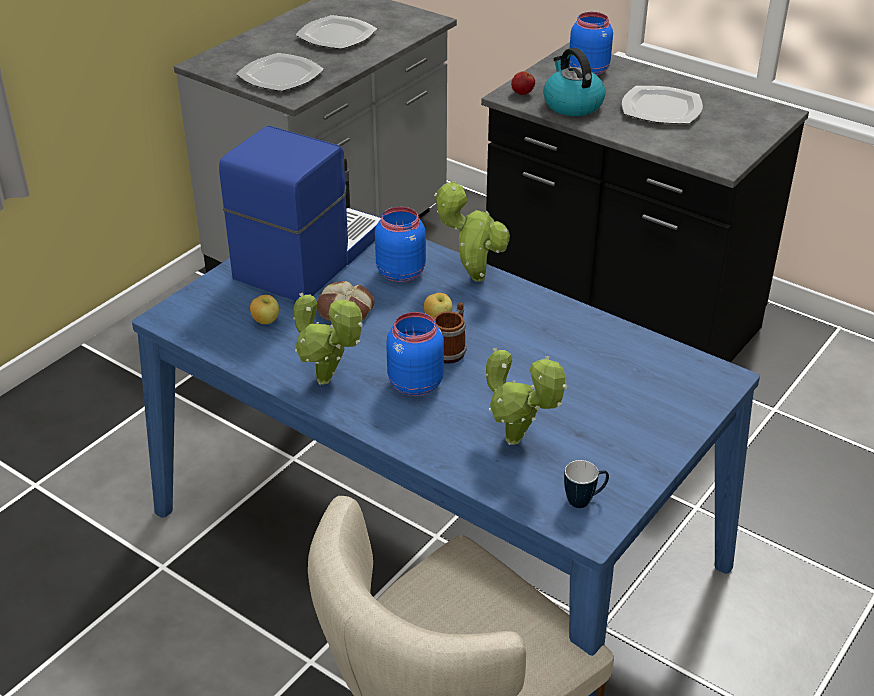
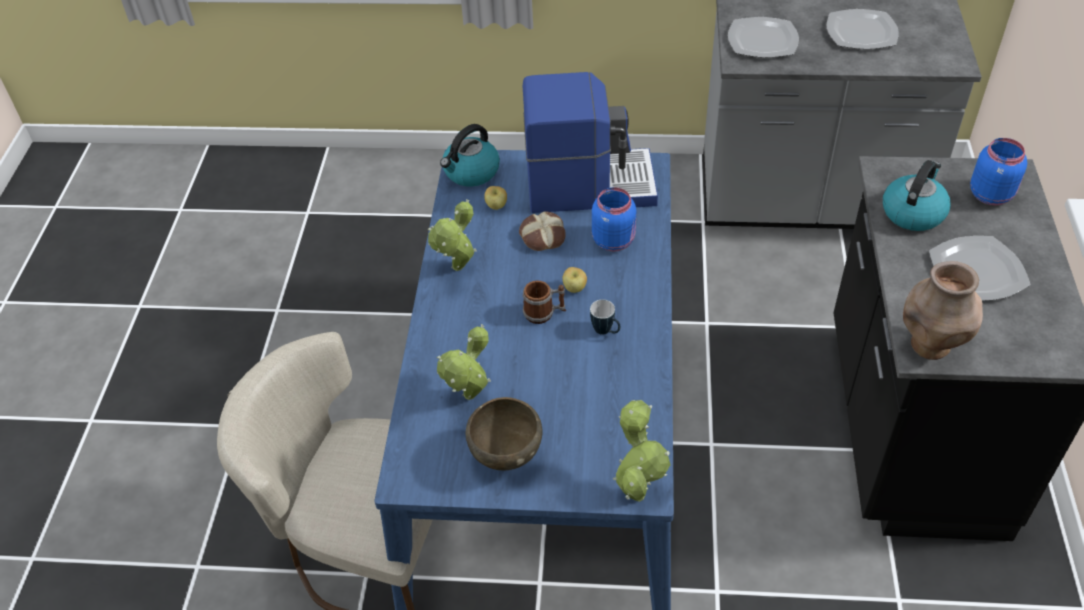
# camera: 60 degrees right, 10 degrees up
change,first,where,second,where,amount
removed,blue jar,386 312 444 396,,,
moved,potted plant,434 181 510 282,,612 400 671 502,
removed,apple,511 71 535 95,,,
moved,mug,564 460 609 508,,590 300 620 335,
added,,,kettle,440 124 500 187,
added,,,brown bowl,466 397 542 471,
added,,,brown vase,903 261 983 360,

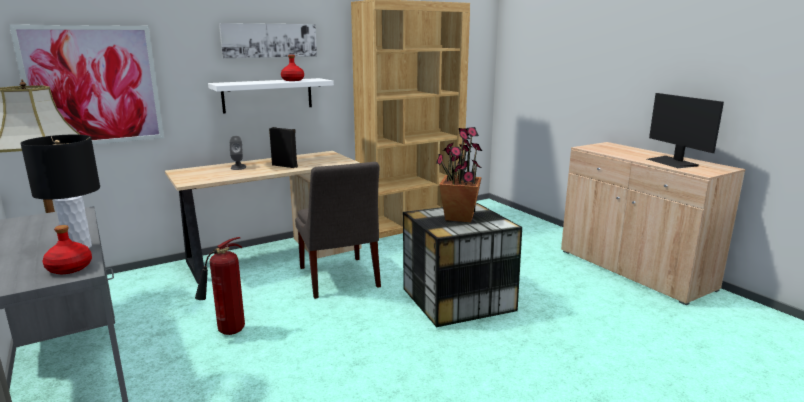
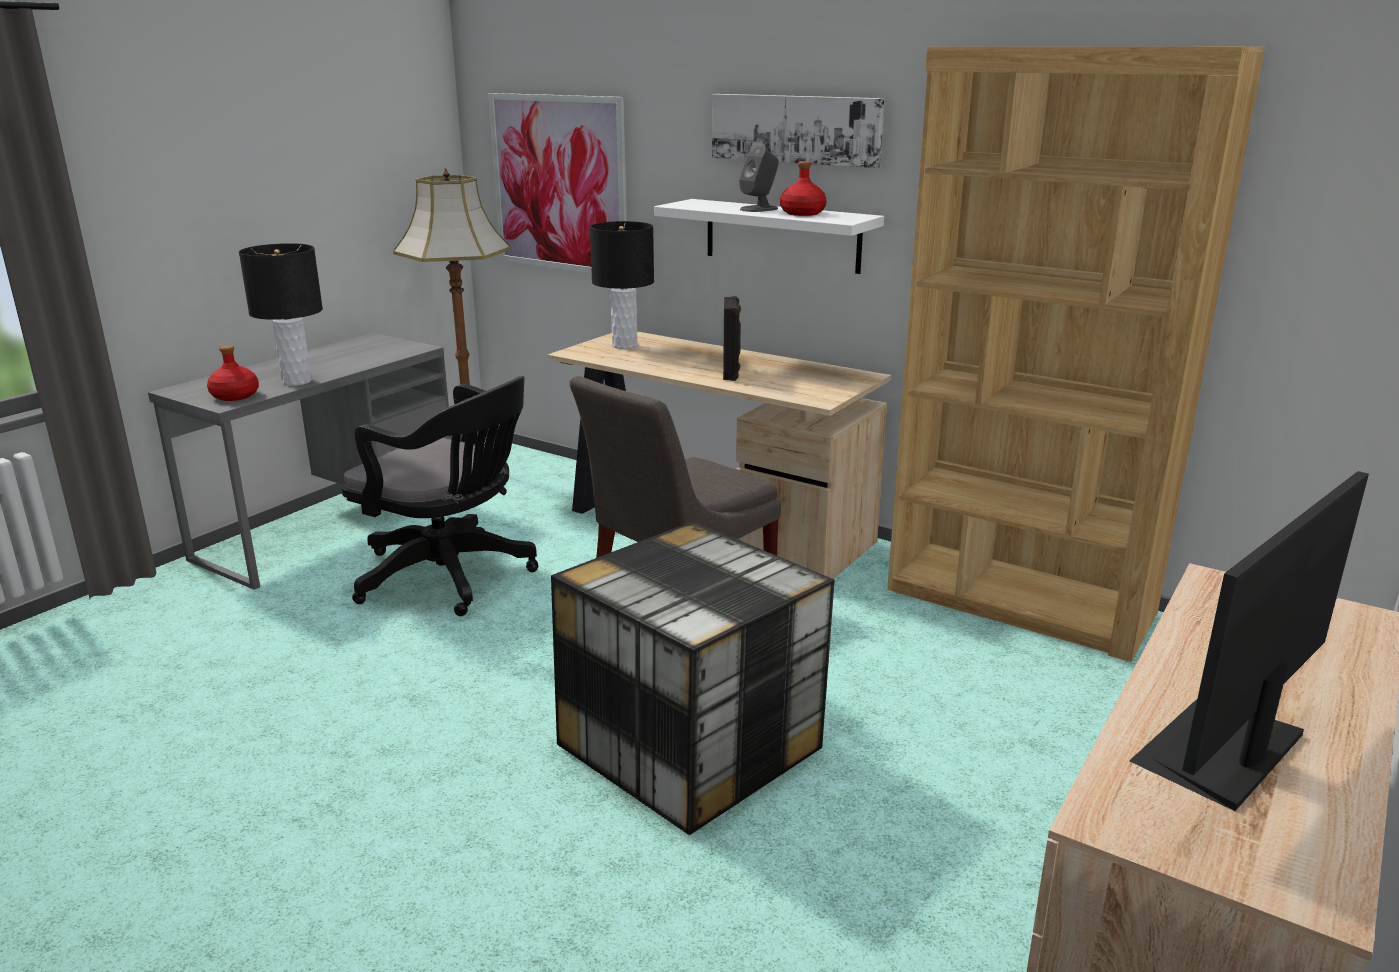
# camera: 65 degrees right, 5 degrees up
change,first,where,second,where,amount
replaced,fire extinguisher,195 237 245 335,black office chair,341 376 539 616,
moved,grey speaker,229 136 246 170,,739 146 779 212,
removed,potted plant,436 127 482 222,,,
added,,,black table lamp,590 221 654 349,

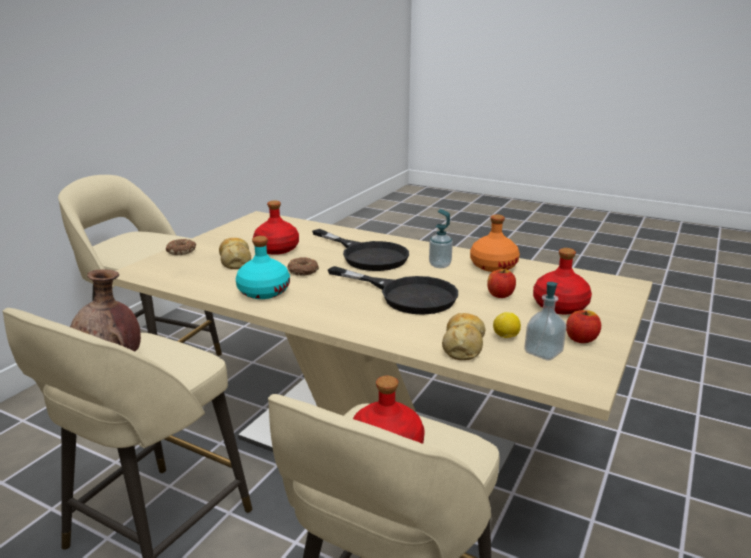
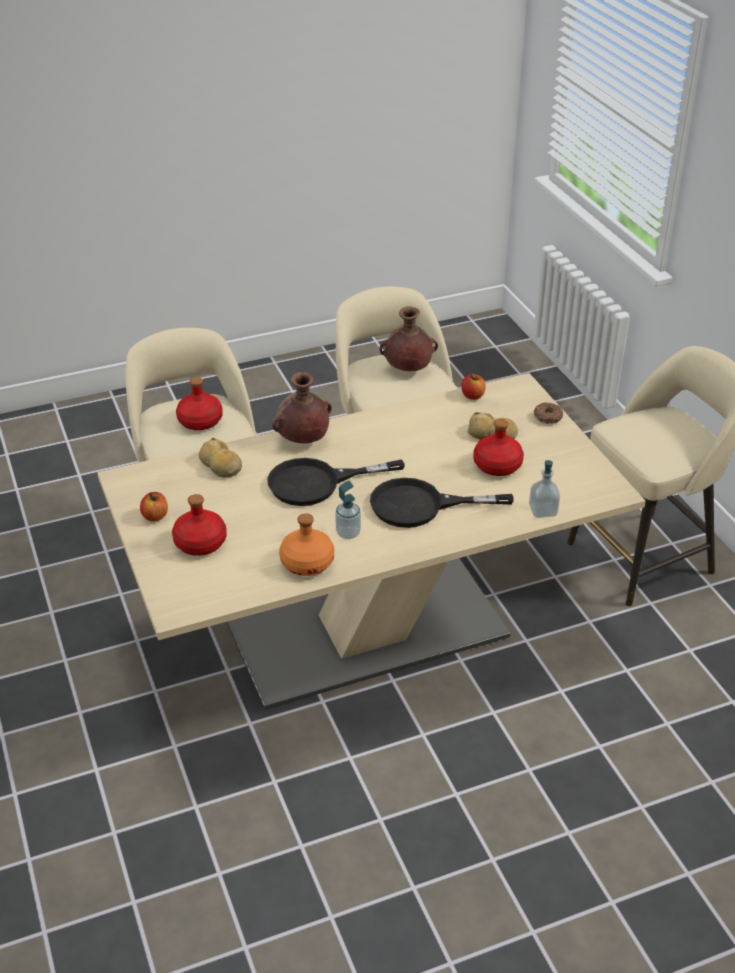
# camera: 130 degrees right, 15 degrees up
change,first,where,second,where,amount
removed,turquoise bottle,236 236 290 299,,,
removed,donut,287 257 319 276,,,
moved,apple,487 269 516 298,,461 374 485 400,
removed,lemon,493 312 521 338,,,
moved,soap dispenser,524 282 567 361,,529 460 560 518,
added,,,brown vase,272 372 332 443,

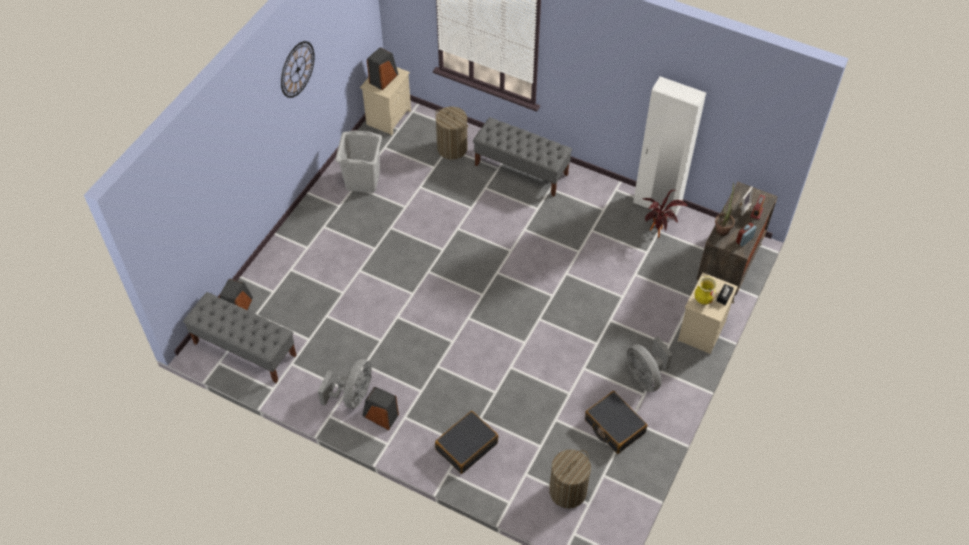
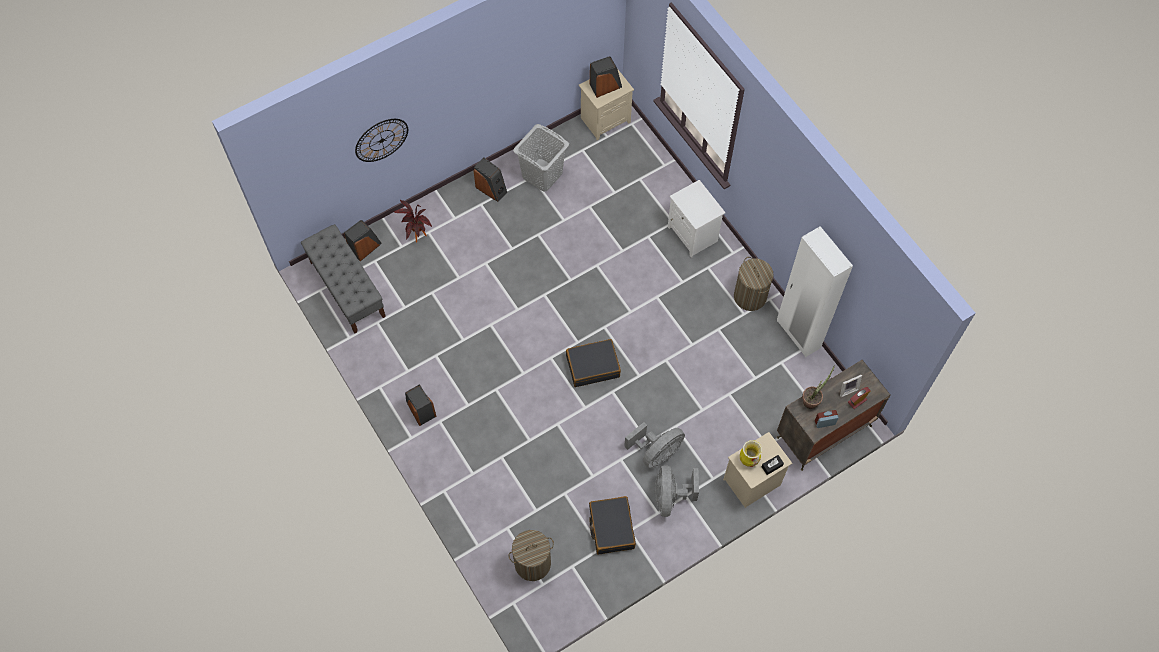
# camera: 30 degrees right, 10 degrees up
change,first,where,second,where,amount
moved,wall clock,281 41 315 98,,355 119 408 162,
moved,grey fan,318 359 372 409,,624 422 685 468,
moved,laundry basket,435 107 468 159,,734 257 773 311,
moved,black suitcase,435 411 498 474,,566 339 621 387,
replaced,grey bench,473 117 572 197,white nightstand,668 180 726 258,
moved,potted plant,642 190 689 238,,394 200 432 242,
added,,,speaker,473 158 507 202,

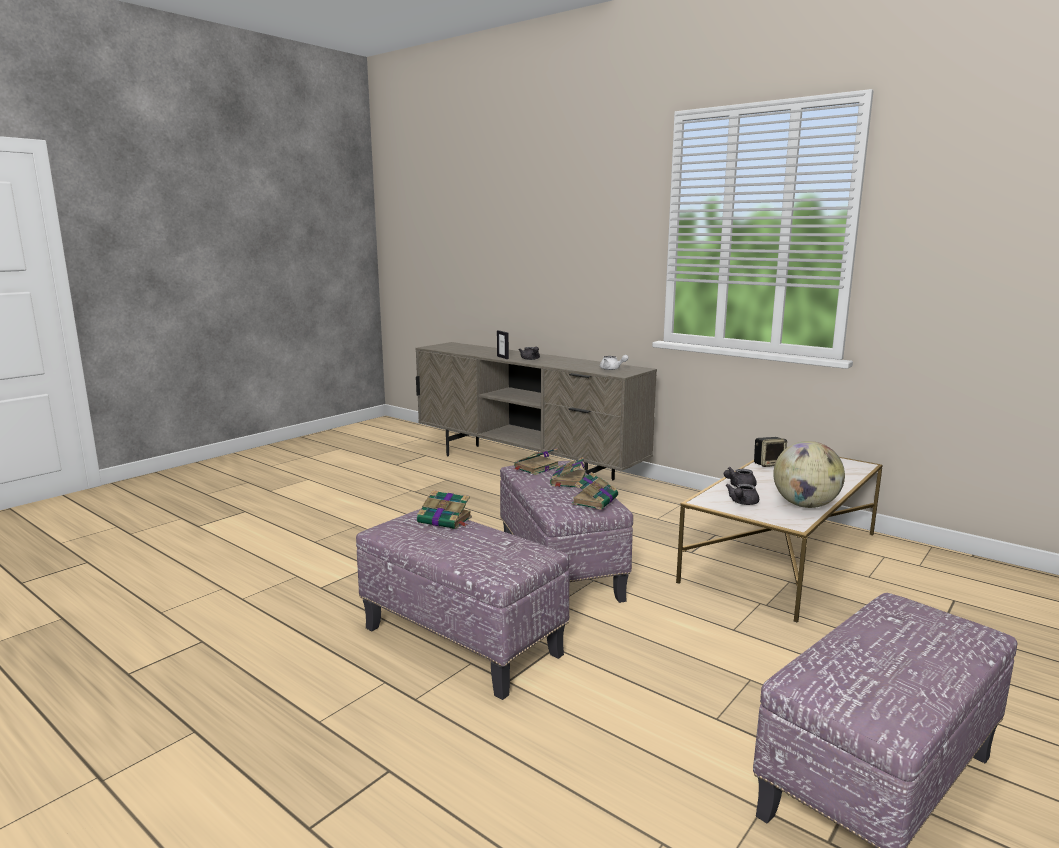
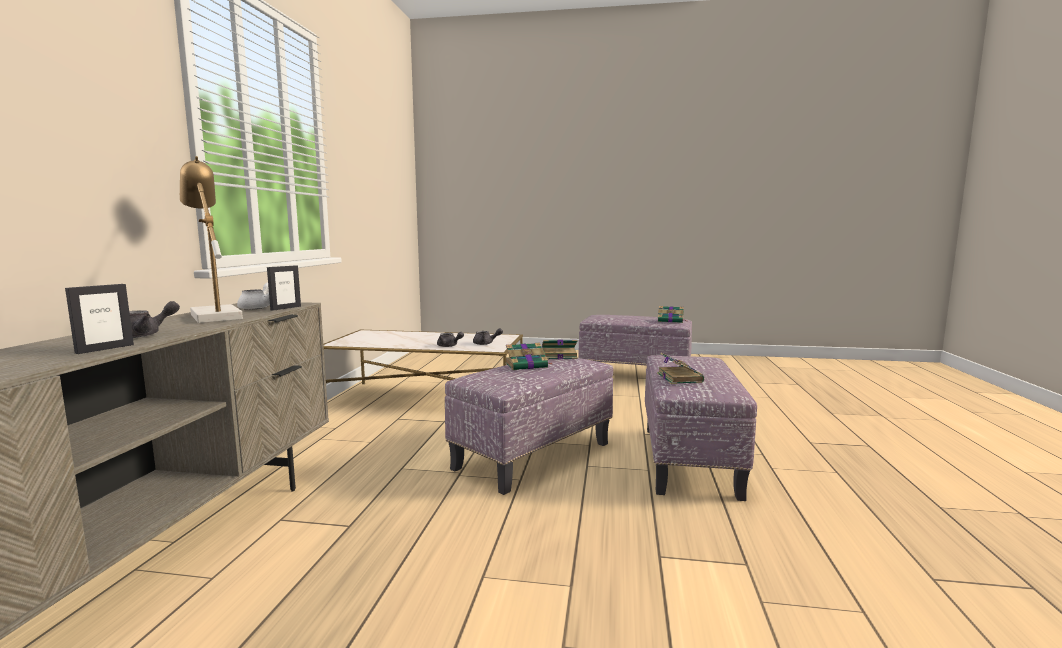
# camera: 120 degrees left, 5 degrees down
change,first,where,second,where,amount
moved,book,514 448 559 475,,658 306 686 323,
removed,speaker,754 437 787 467,,,
removed,globe,773 441 845 508,,,
added,,,table lamp,180 156 243 323,
added,,,picture frame,267 266 301 311,

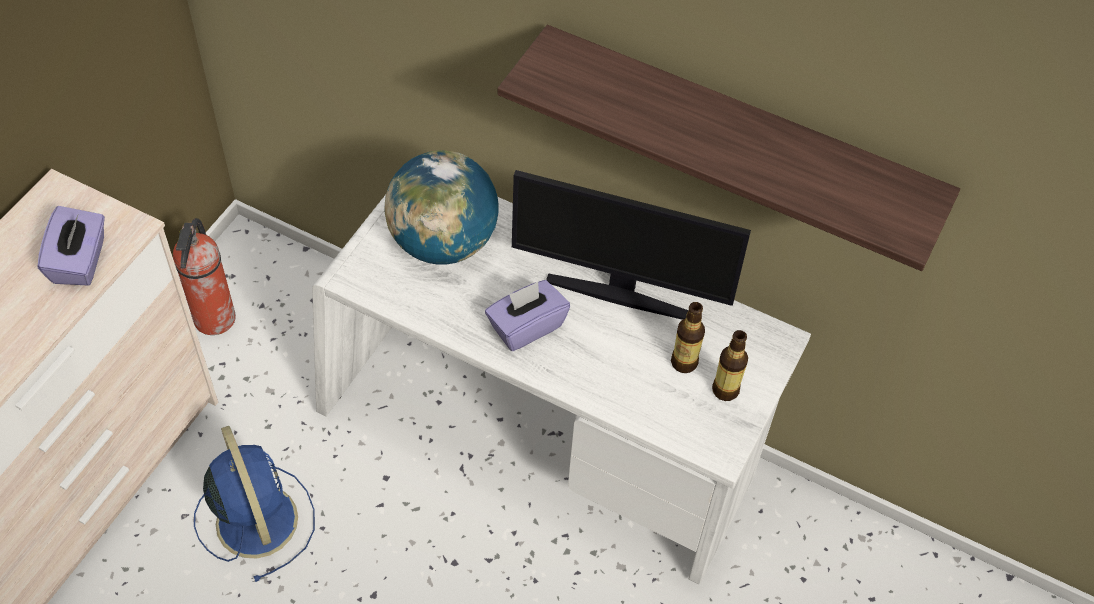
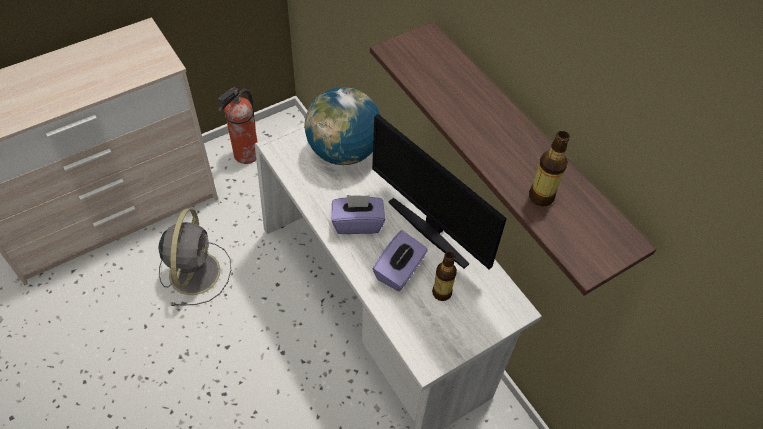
# camera: 30 degrees right, 0 degrees up
change,first,where,second,where,amount
moved,purple tissue box,38 206 105 286,,373 230 428 291,
recoloured,blue fan,194 426 315 582,grey fan,159 209 231 306,
moved,bottle,712 330 748 401,,529 131 570 206,

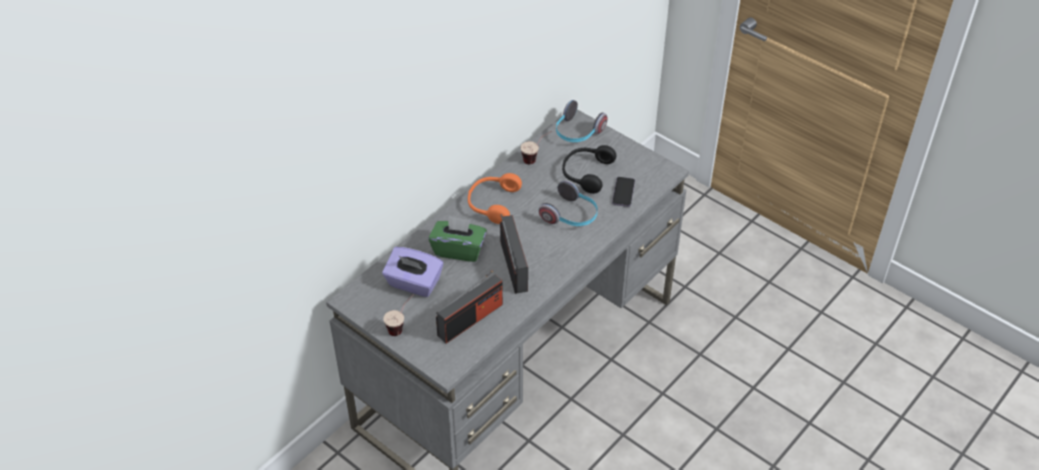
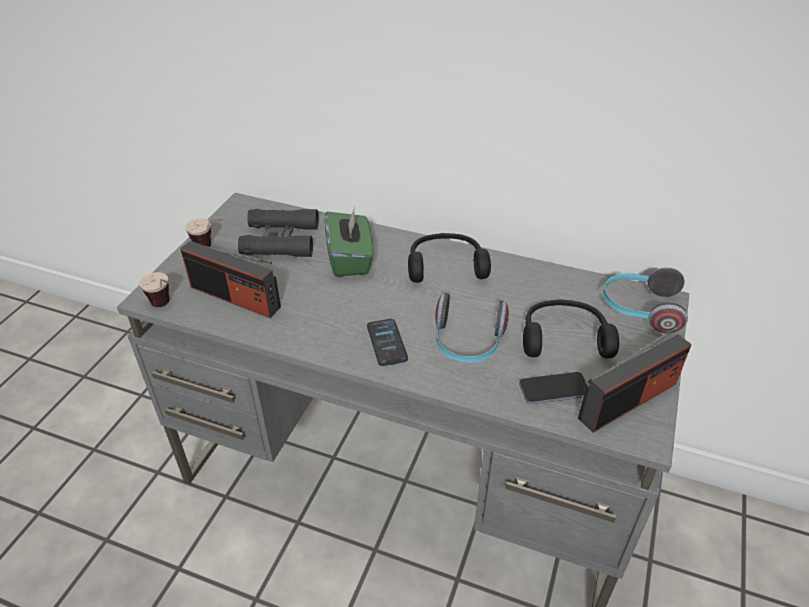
# camera: 70 degrees right, 5 degrees down
change,first,where,second,where,amount
replaced,purple tissue box,382 247 443 297,black binoculars,238 209 319 257,
recoloured,orange headphones,468 173 522 224,black headphones,408 233 491 283,
moved,radio,500 214 528 294,,578 327 691 433,
moved,cup,521 131 552 164,,139 272 170 307,
added,,,phone,367 319 408 366,

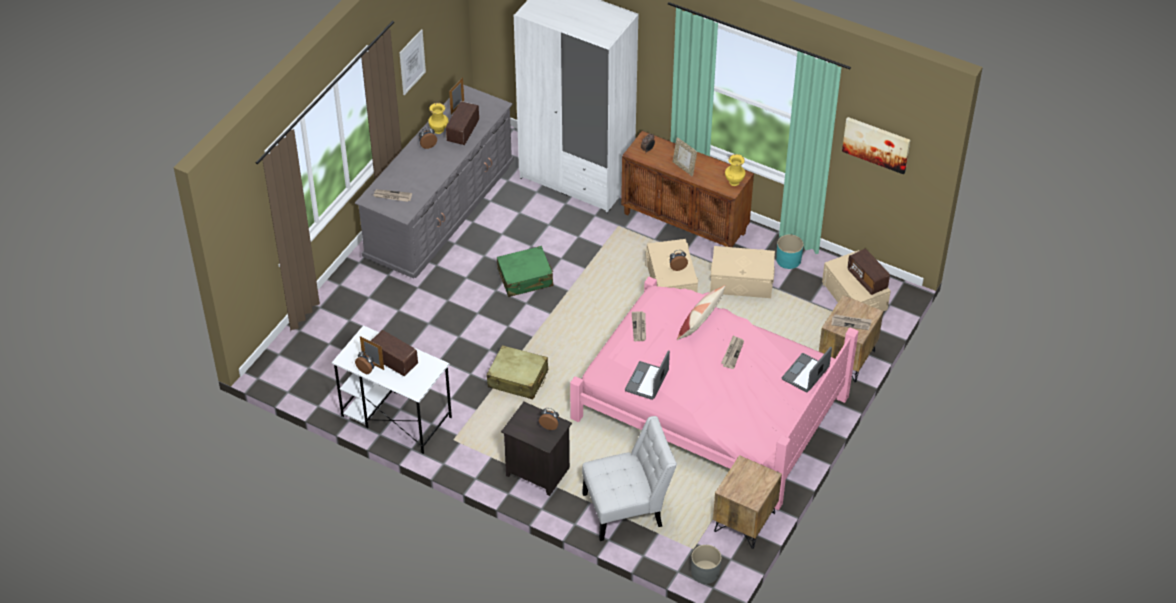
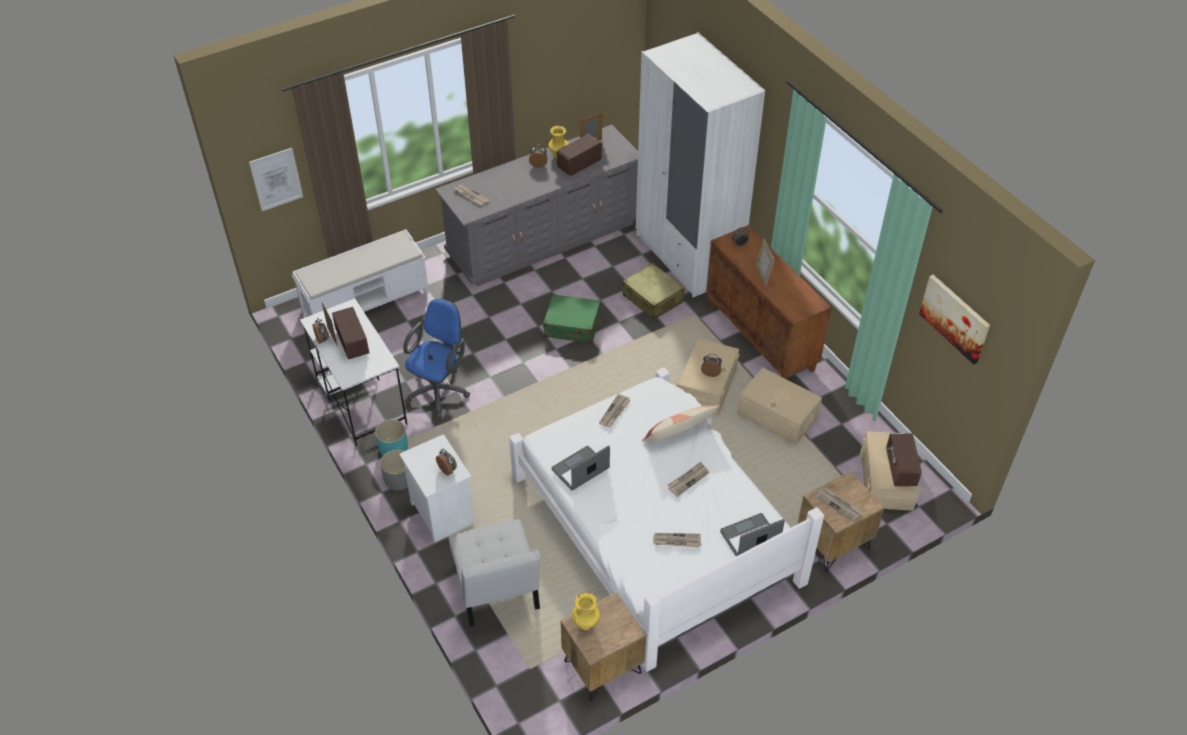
# camera: 30 degrees right, 0 degrees up
change,first,where,second,where,amount
moved,picture,399 29 426 95,,249 148 303 211,
moved,beige suitcase,486 345 548 399,,622 263 685 320,
recoloured,black nightstand,501 402 572 496,white nightstand,399 434 474 542,
recoloured,pink bed,570 277 859 510,white bed,509 367 824 672,
turned,white chair,582 416 677 541,,449 519 540 626,60 degrees clockwise
moved,grey planter,691 545 721 584,,380 450 408 490,
moved,yellow vase,725 154 746 186,,572 592 600 630,
moved,turquoise planter,776 234 804 269,,375 419 408 456,
added,,,white bench,292 229 429 316,
added,,,blue office chair,403 299 470 418,
added,,,newspaper,653 533 701 547,

